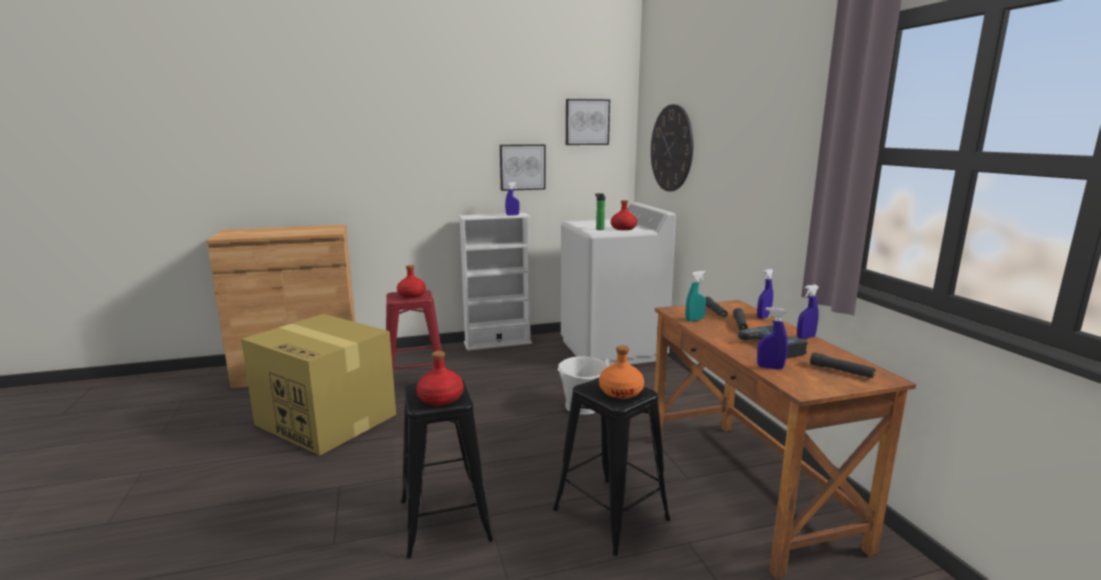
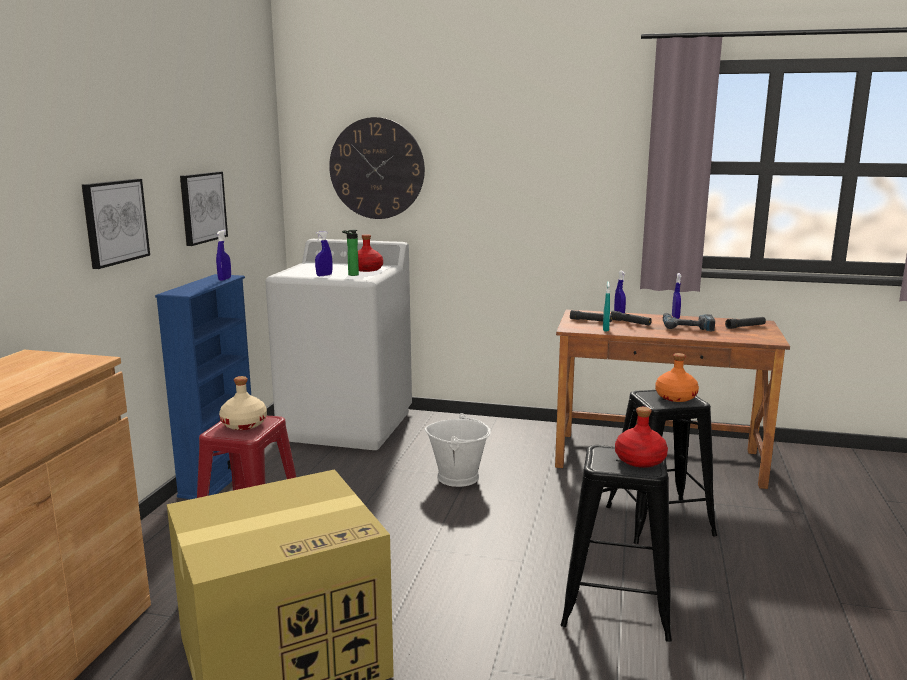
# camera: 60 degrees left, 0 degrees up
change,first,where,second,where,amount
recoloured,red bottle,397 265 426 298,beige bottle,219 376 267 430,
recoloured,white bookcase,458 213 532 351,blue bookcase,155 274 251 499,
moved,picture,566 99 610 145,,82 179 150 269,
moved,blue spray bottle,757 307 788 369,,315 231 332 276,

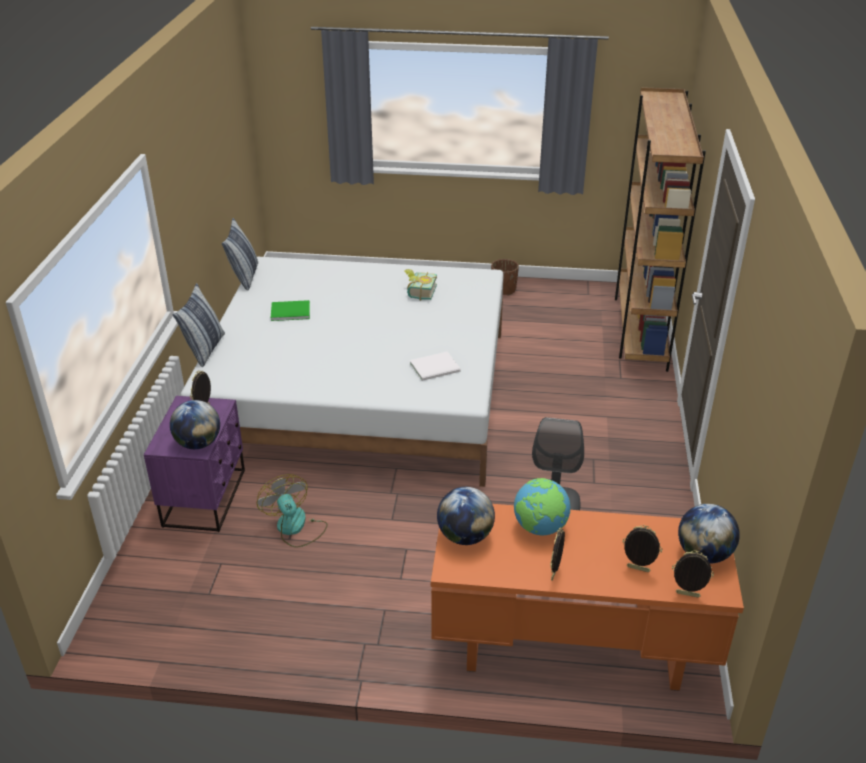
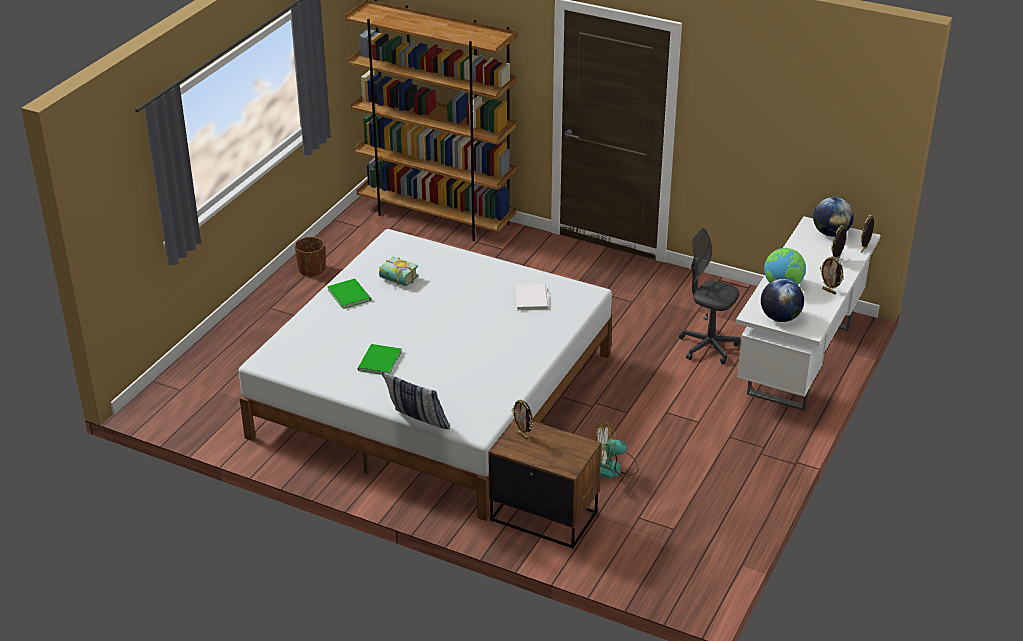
# camera: 70 degrees left, 0 degrees up
change,first,where,second,where,amount
recoloured,purple nightstand,144 396 245 532,brown nightstand,489 419 601 549,
removed,globe,170 400 220 449,,,
removed,pillow,222 218 258 291,,,
recoloured,orange desk,431 504 744 691,white desk,736 216 881 411,
added,,,green book,327 278 371 309,

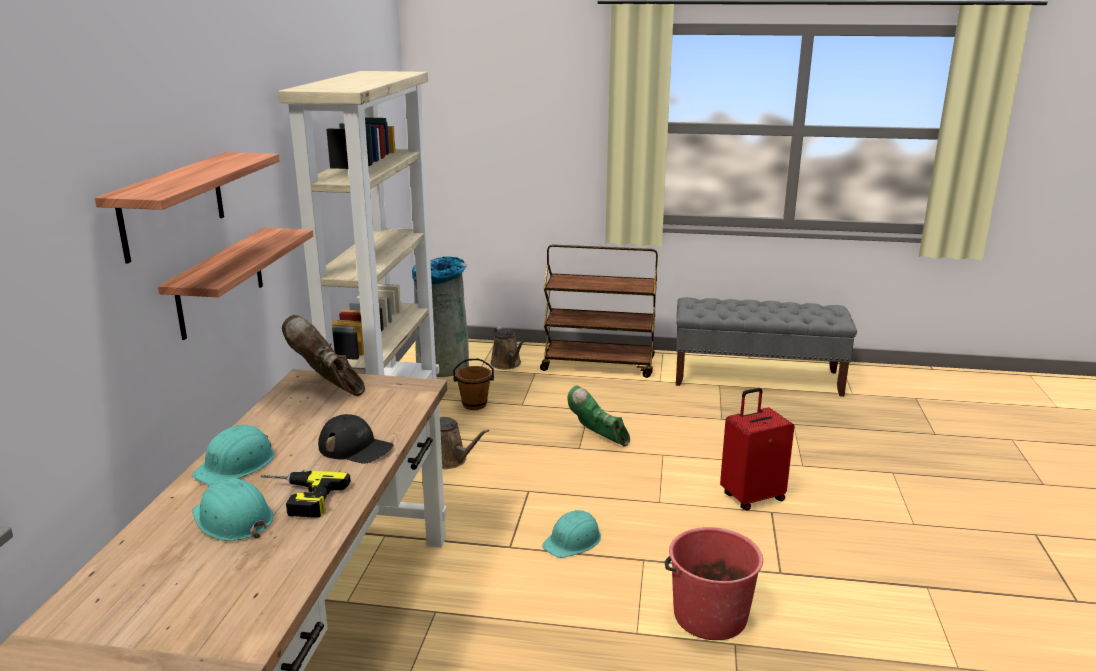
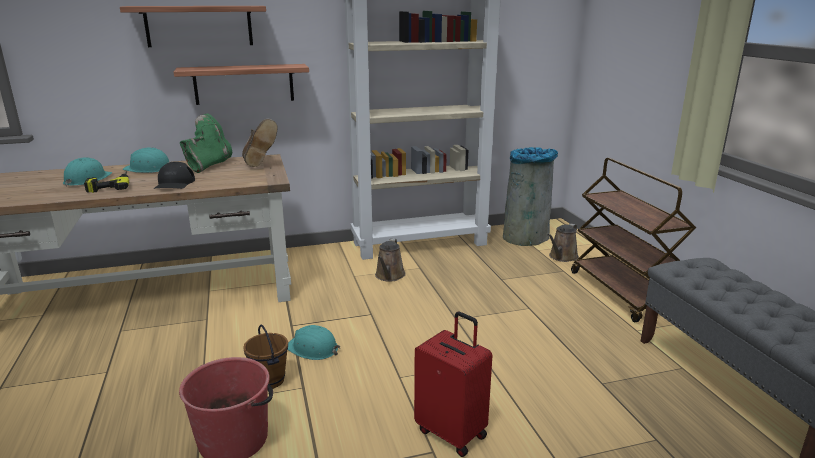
# camera: 65 degrees right, 0 degrees up
change,first,where,second,where,amount
turned,brown boot,282 315 365 396,,242 119 277 167,135 degrees clockwise
moved,brown bucket,453 359 494 410,,243 325 288 389,
moved,green boot,567 386 630 447,,180 114 232 173,

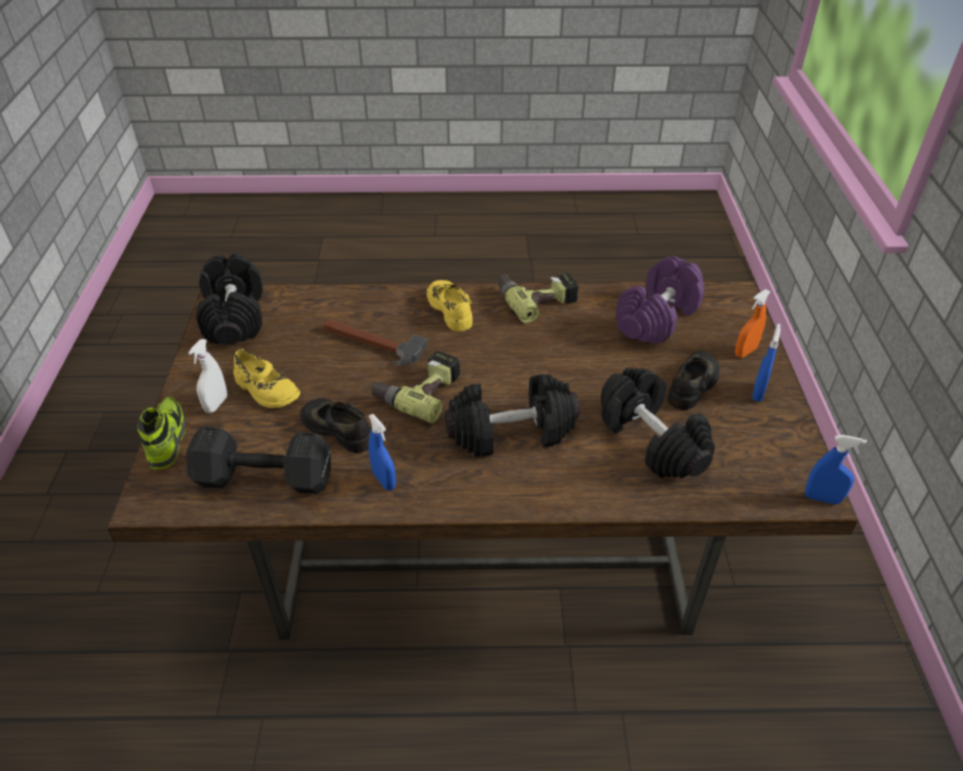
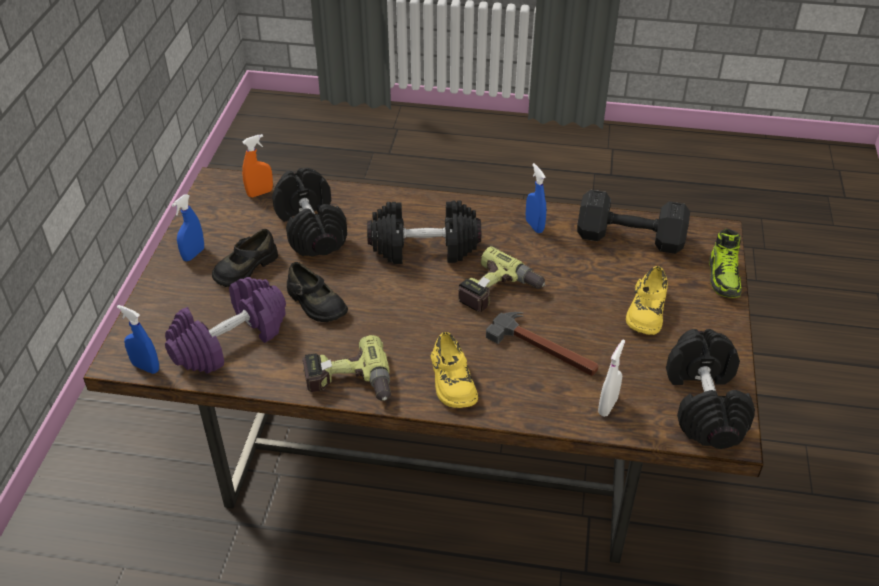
# camera: 170 degrees left, 0 degrees up
change,first,where,second,where,amount
moved,white spray bottle,188 339 227 413,,598 340 625 417,
turned,yellow shoe,233 349 300 408,,626 266 668 335,120 degrees counterclockwise
moved,black shoe,300 398 371 453,,287 262 348 322,
moved,orange spray bottle,735 289 771 358,,242 134 273 197,
moved,blue spray bottle,805 435 867 504,,117 305 159 374,

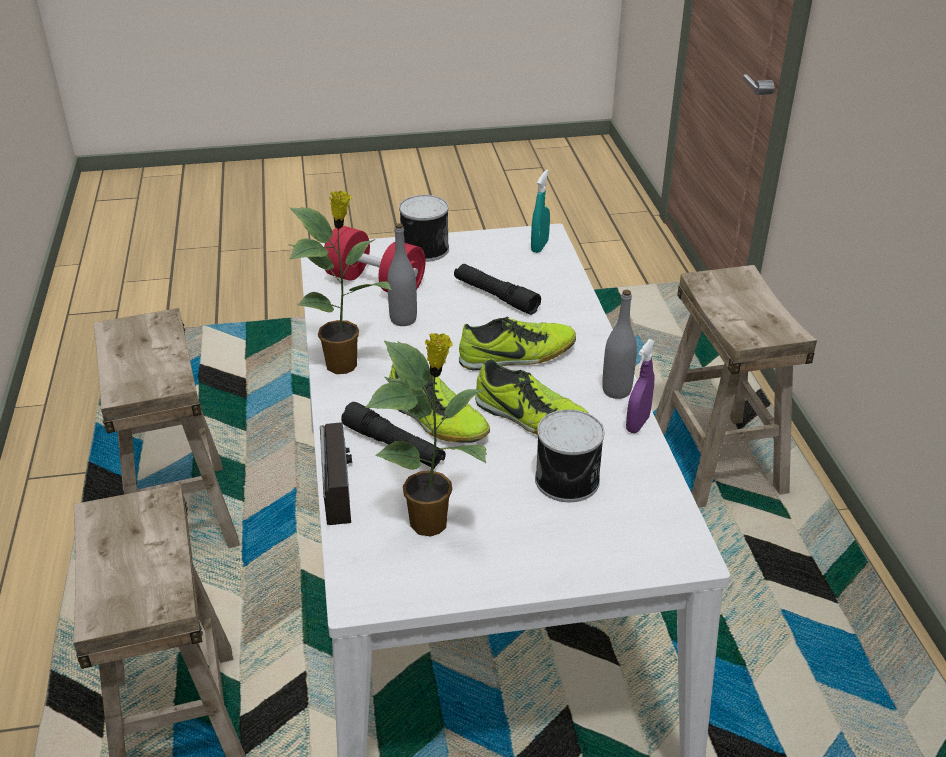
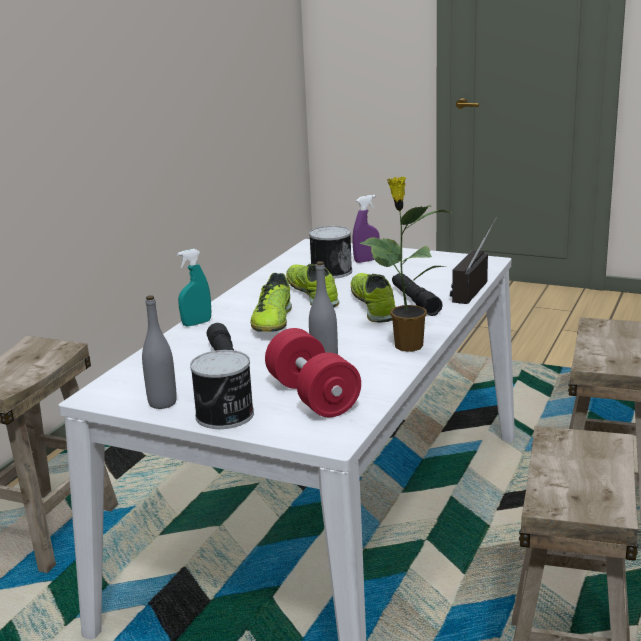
# camera: 145 degrees left, 15 degrees down
change,first,where,second,where,amount
removed,potted plant,365 333 488 536,,,
turned,shoe,459 317 576 371,,250 273 292 332,105 degrees counterclockwise
moved,turquoise spray bottle,531 170 550 253,,177 249 211 327,
moved,grey bottle,602 290 637 399,,142 295 177 409,
moved,purple spray bottle,626 339 655 433,,353 195 380 263,

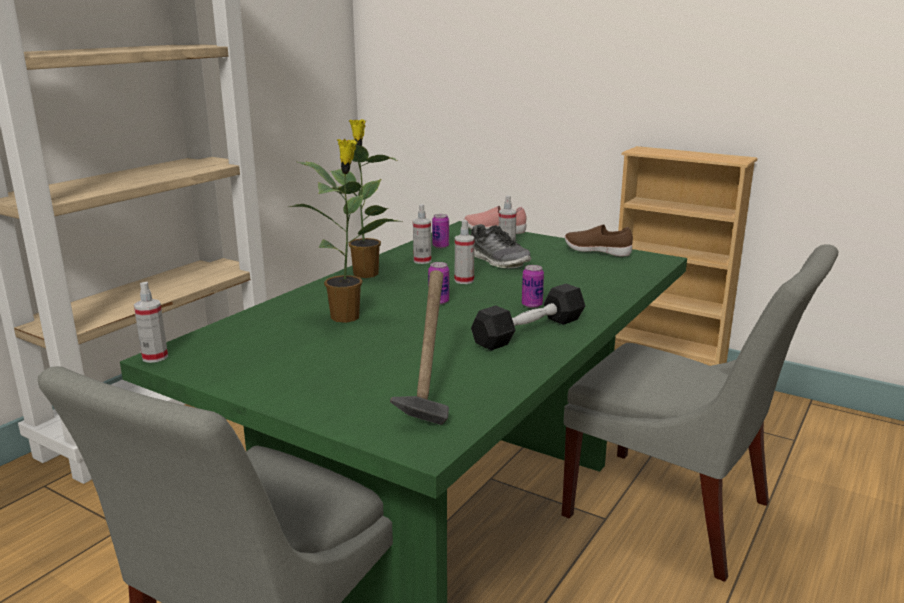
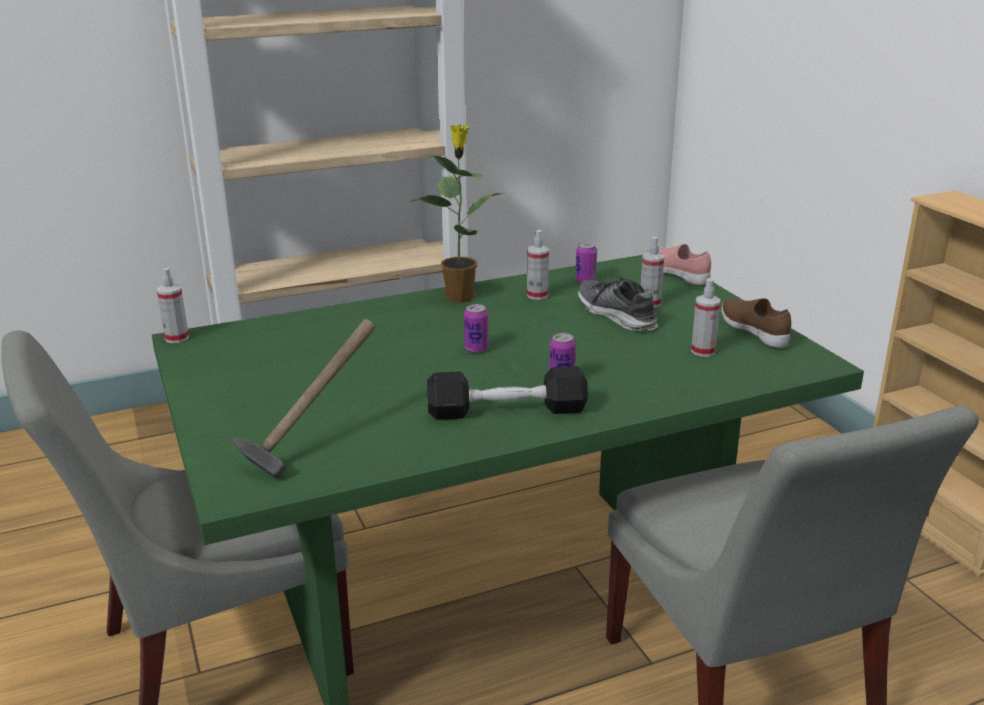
# camera: 35 degrees right, 5 degrees up
change,first,where,second,where,amount
removed,potted plant,289 139 403 323,,,
moved,spray bottle,455 220 475 284,,691 278 721 357,
turned,shoe,471 224 532 268,,578 277 658 331,150 degrees clockwise

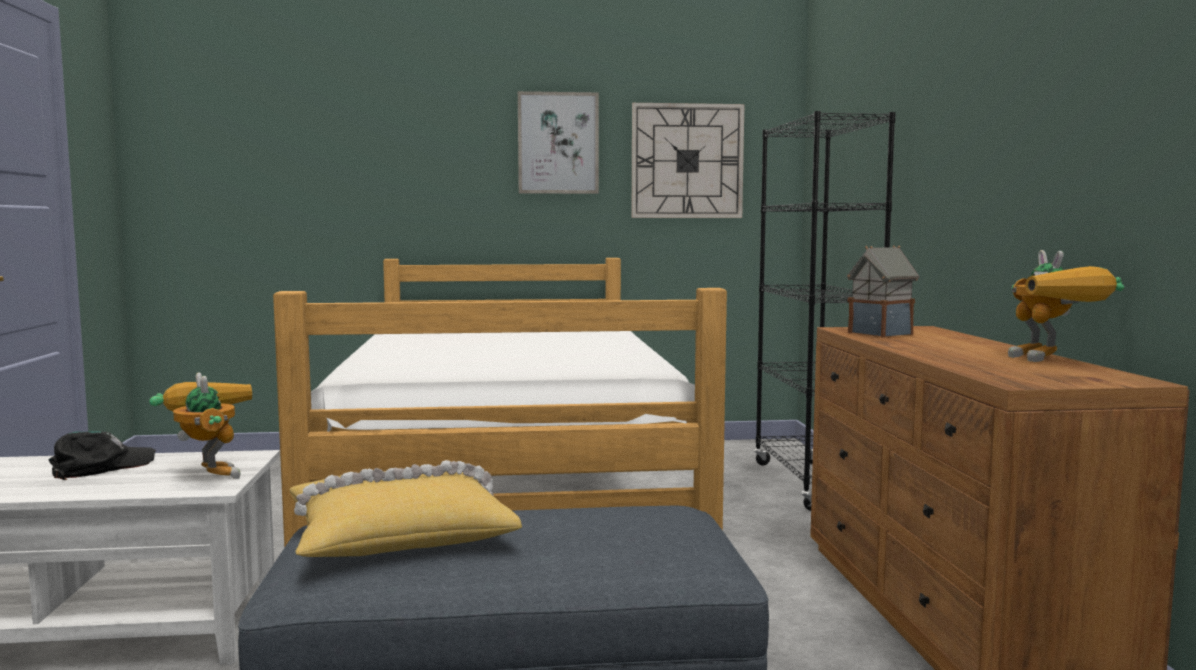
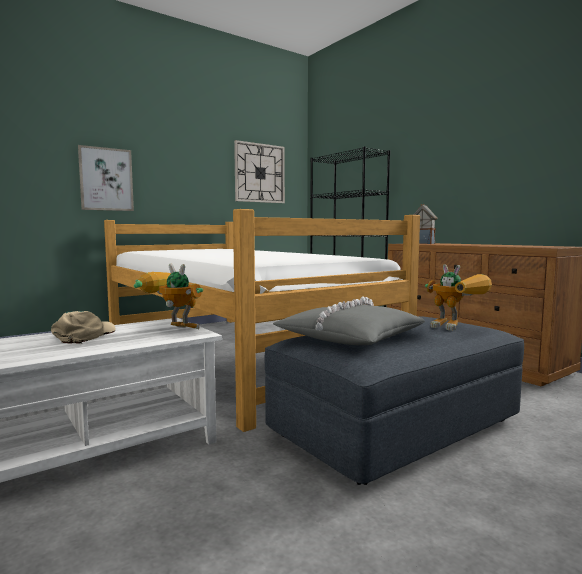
# camera: 30 degrees left, 0 degrees up
change,first,where,second,where,amount
recoloured,black cap,49 431 156 480,beige cap,51 311 116 344,
recoloured,yellow pillow,289 460 522 557,grey pillow,273 296 425 345,
moved,picture,518 91 599 194,,78 145 134 211,
moved,toy robot,1008 250 1124 362,,425 264 492 331,

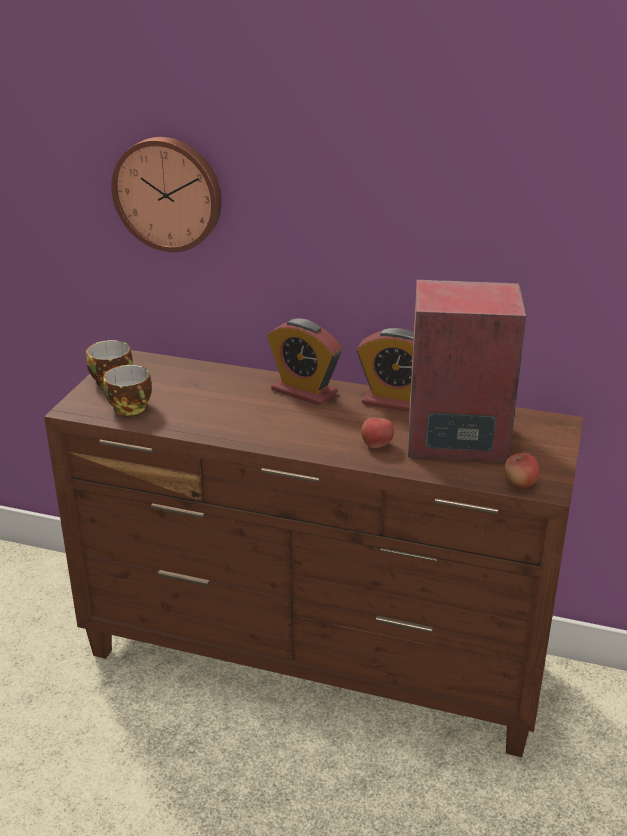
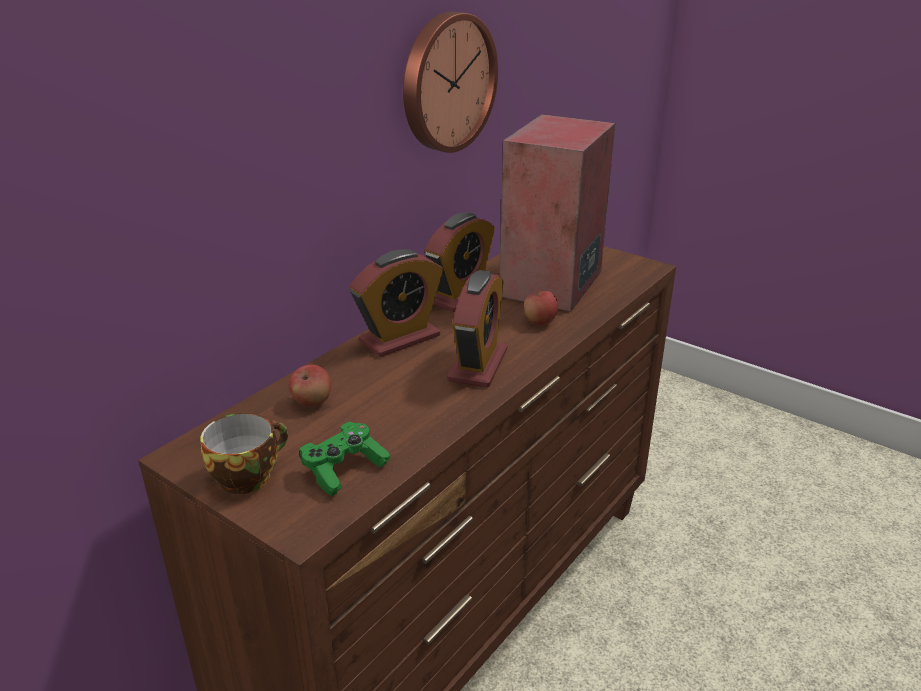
# camera: 70 degrees left, 0 degrees up
change,first,where,second,where,amount
replaced,cup,103 365 152 415,green game controller,299 422 391 497,
moved,wall clock,111 137 222 252,,403 11 498 153,
moved,apple,504 453 539 488,,289 365 331 406,
added,,,alarm clock,447 270 508 387,

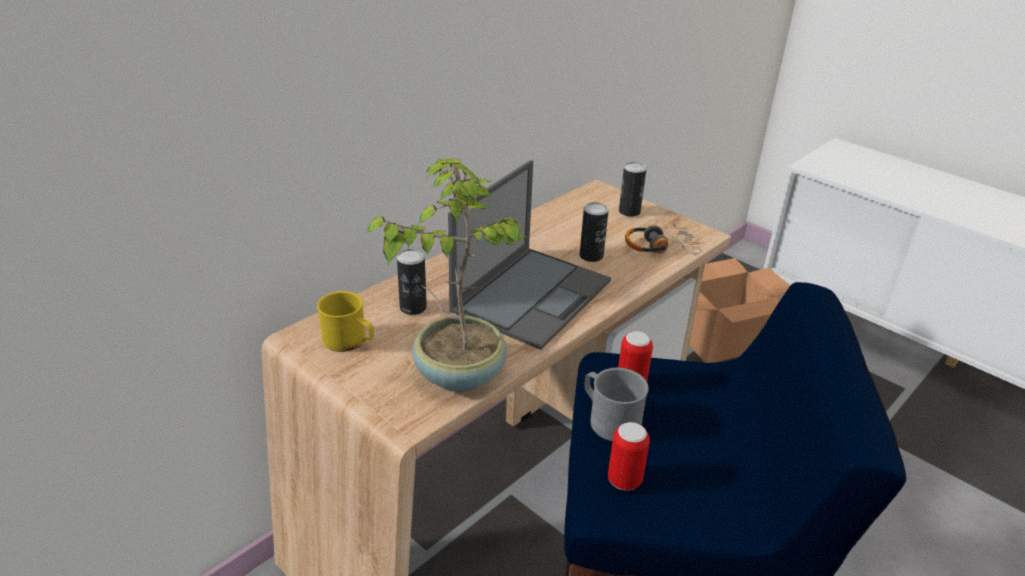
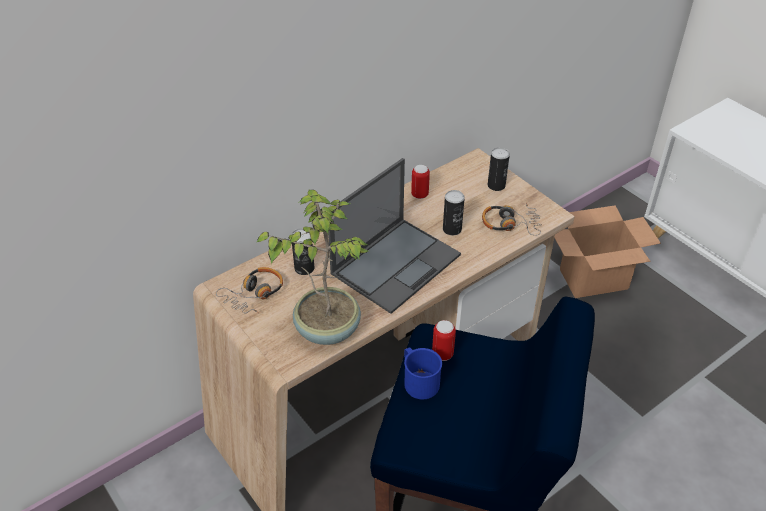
# camera: 10 degrees right, 10 degrees up
change,first,where,second,where,amount
replaced,yellow mug,317 291 374 352,headphones,216 267 283 313,
recoloured,grey mug,584 368 649 441,blue mug,404 347 442 399,
moved,can,608 422 650 491,,411 165 430 199,

